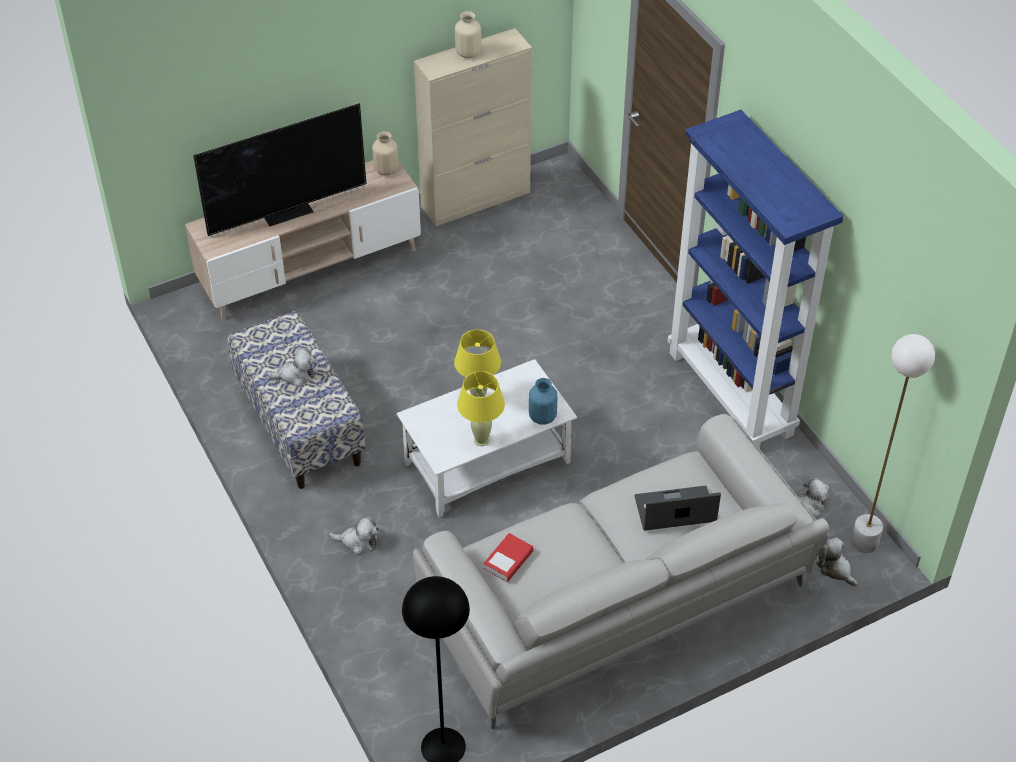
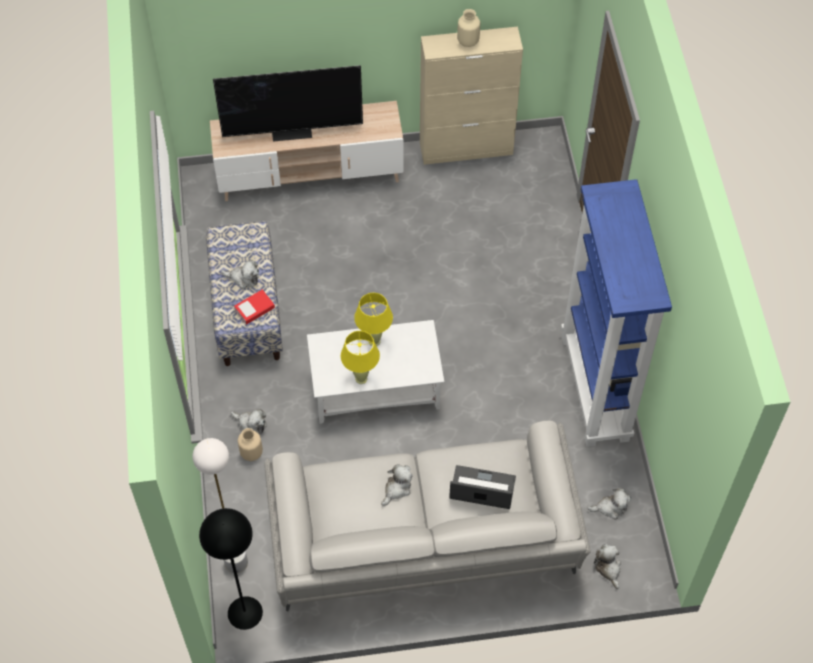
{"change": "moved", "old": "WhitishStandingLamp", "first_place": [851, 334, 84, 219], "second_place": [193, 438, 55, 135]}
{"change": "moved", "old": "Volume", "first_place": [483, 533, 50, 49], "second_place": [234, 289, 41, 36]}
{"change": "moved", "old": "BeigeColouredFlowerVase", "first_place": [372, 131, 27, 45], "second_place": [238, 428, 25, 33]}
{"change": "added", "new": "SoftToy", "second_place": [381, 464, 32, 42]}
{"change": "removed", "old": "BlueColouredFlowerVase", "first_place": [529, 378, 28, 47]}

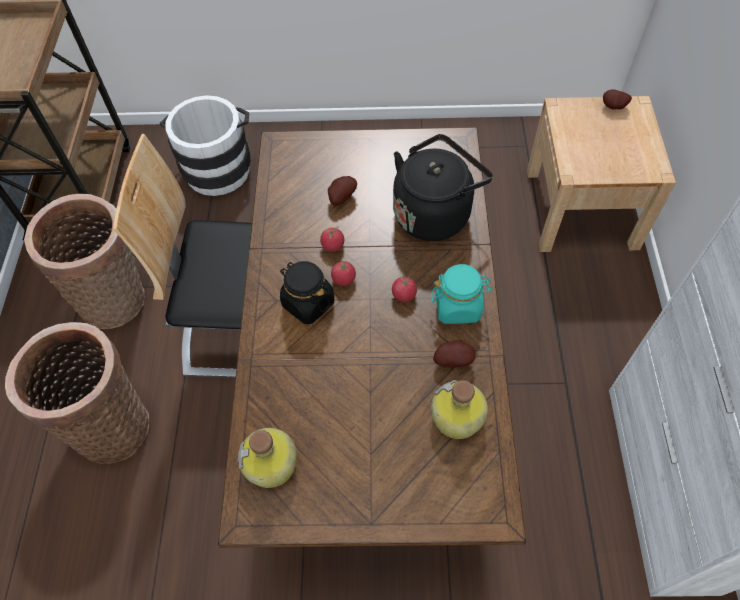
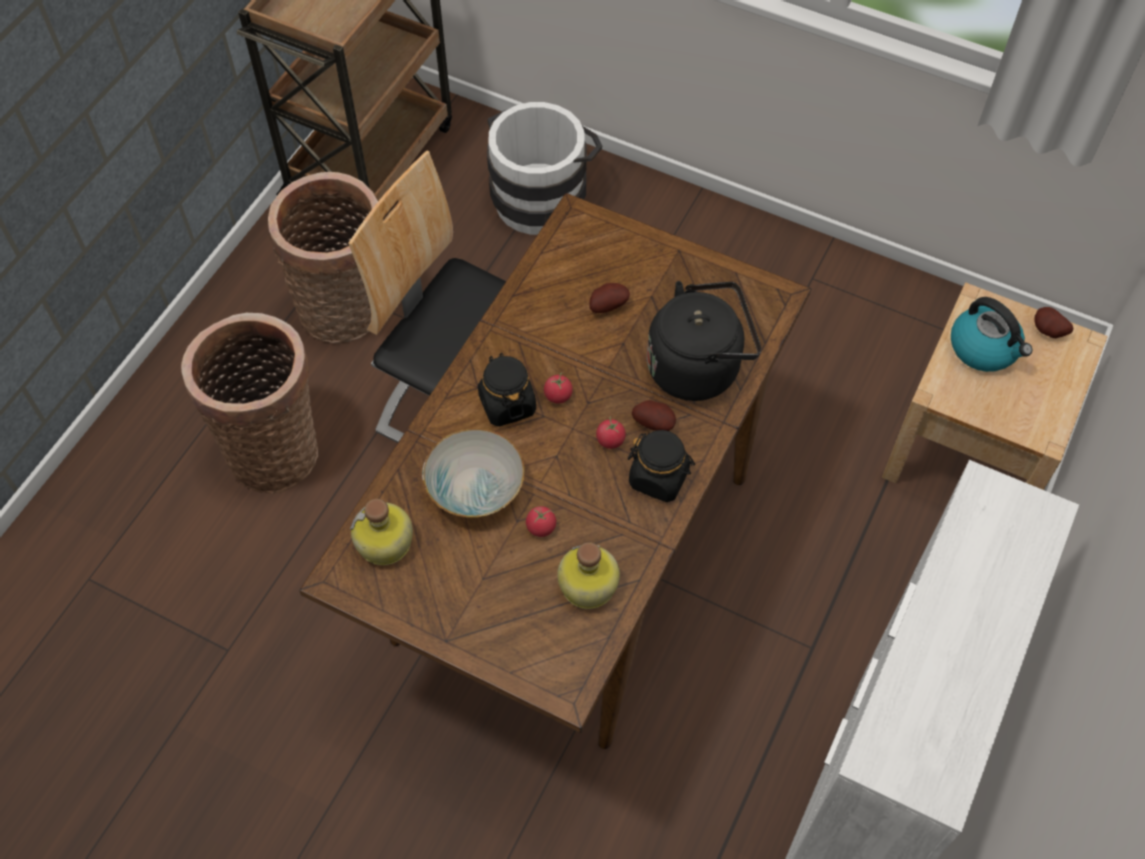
{"change": "added", "new": "DeepDish", "second_place": [422, 428, 103, 90]}
{"change": "moved", "old": "Tomato", "first_place": [320, 226, 24, 26], "second_place": [526, 506, 30, 31]}
{"change": "recoloured", "old": "TurquoiseColouredJar", "new": "BlackJar", "first_place": [431, 264, 61, 60], "second_place": [628, 430, 67, 72]}
{"change": "moved", "old": "WholePotato", "first_place": [433, 340, 43, 27], "second_place": [632, 400, 44, 31]}
{"change": "added", "new": "WaterKettle", "second_place": [951, 297, 81, 75]}

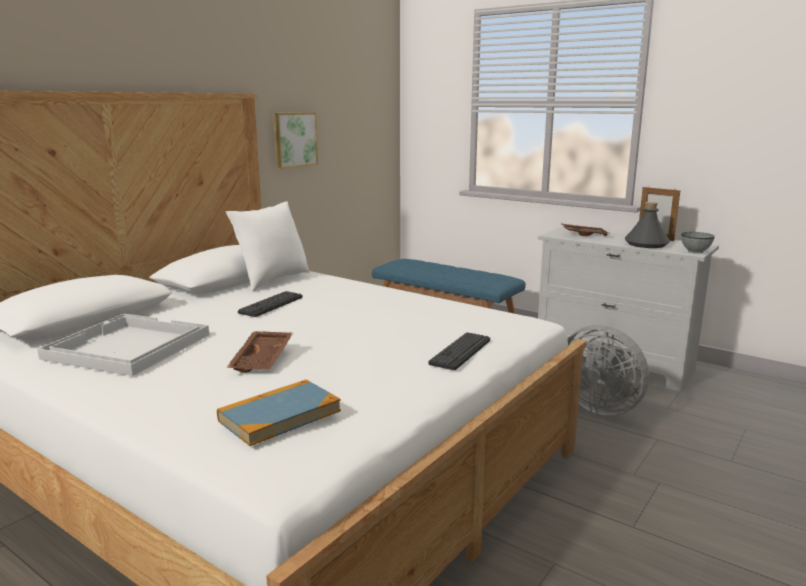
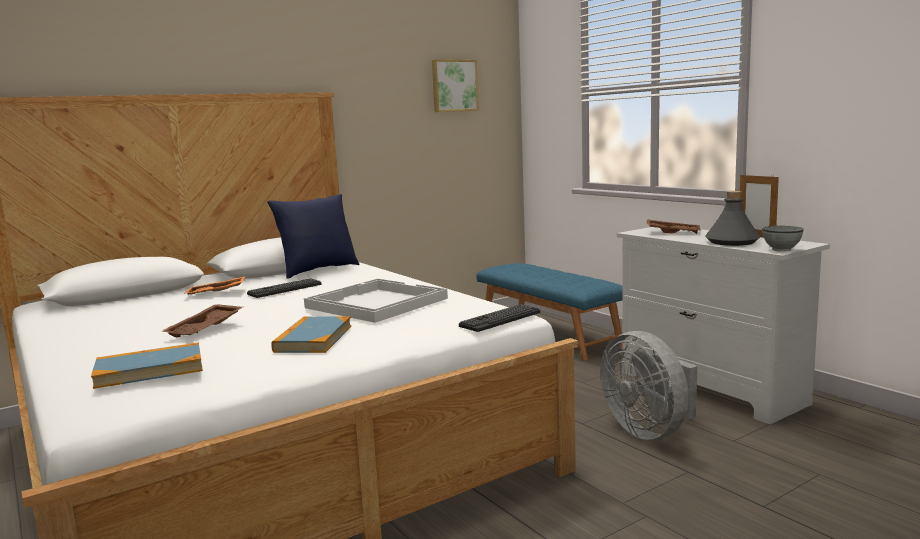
{"change": "added", "new": "OrangeServingTray", "second_place": [184, 276, 62, 19]}
{"change": "recoloured", "old": "WhitishThrowPillow", "new": "BlueColouredThrowPillow", "first_place": [226, 201, 84, 91], "second_place": [267, 194, 92, 85]}
{"change": "added", "new": "Volume", "second_place": [271, 316, 80, 37]}
{"change": "moved", "old": "WhitishServingTray", "first_place": [37, 314, 172, 62], "second_place": [304, 278, 144, 45]}
{"change": "moved", "old": "WallPicture", "first_place": [273, 112, 45, 57], "second_place": [432, 59, 47, 53]}
{"change": "moved", "old": "PcKeyboard", "first_place": [428, 332, 62, 38], "second_place": [459, 304, 81, 28]}

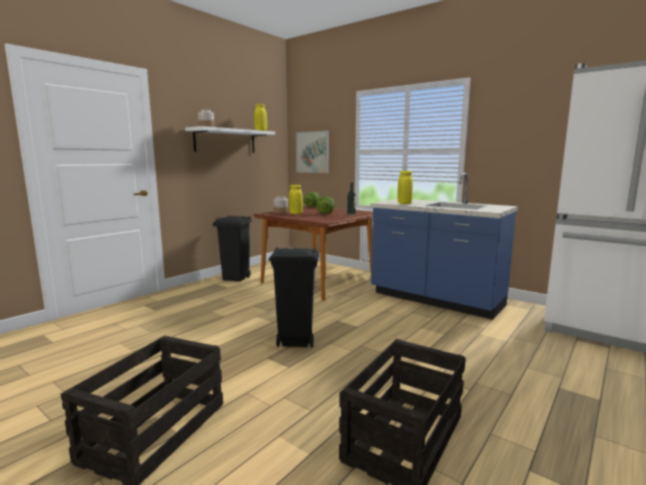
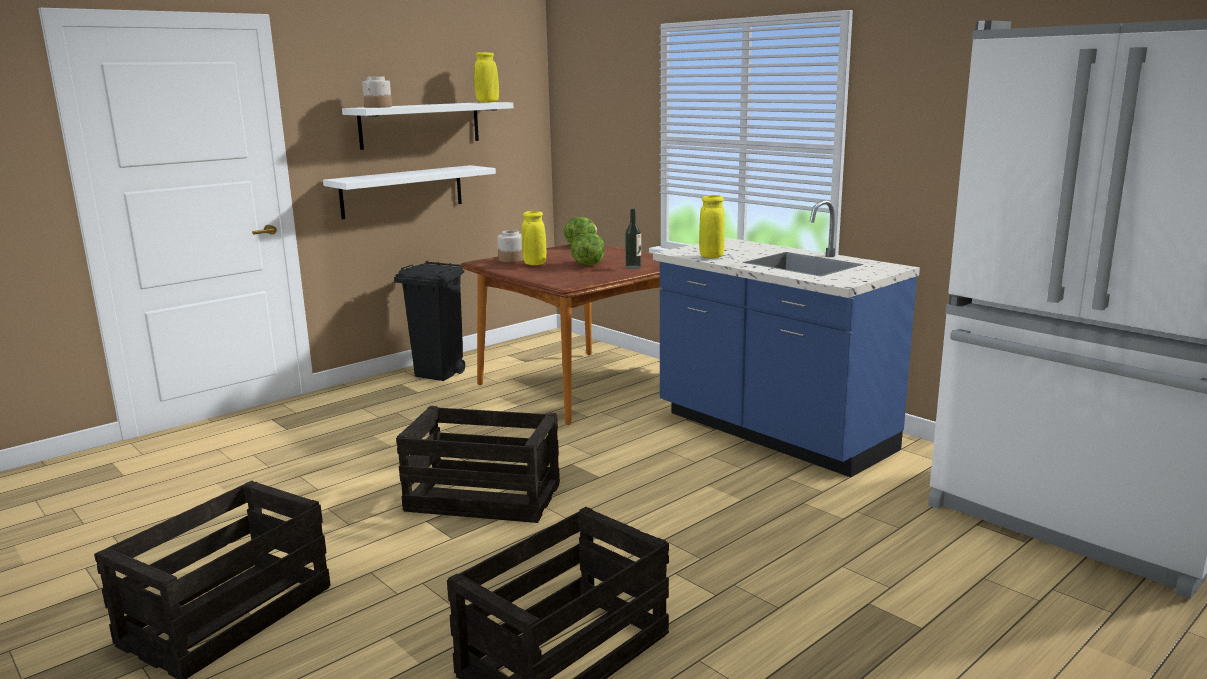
{"change": "added", "new": "WhitishWallShelf", "second_place": [323, 165, 173, 54]}
{"change": "replaced", "old": "BlackTrashCan", "new": "Crate", "first_place": [269, 247, 50, 101], "second_place": [396, 406, 164, 117]}
{"change": "removed", "old": "WallPicture", "first_place": [296, 131, 33, 42]}

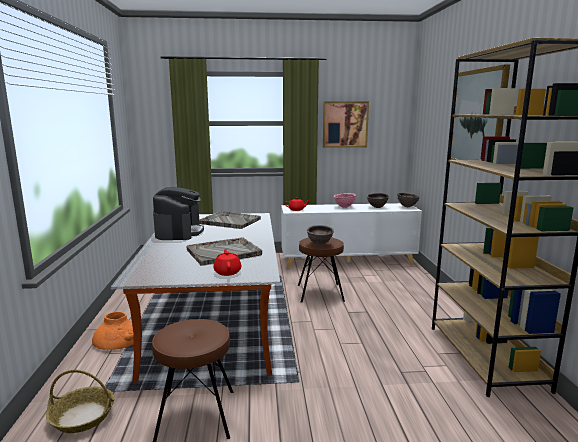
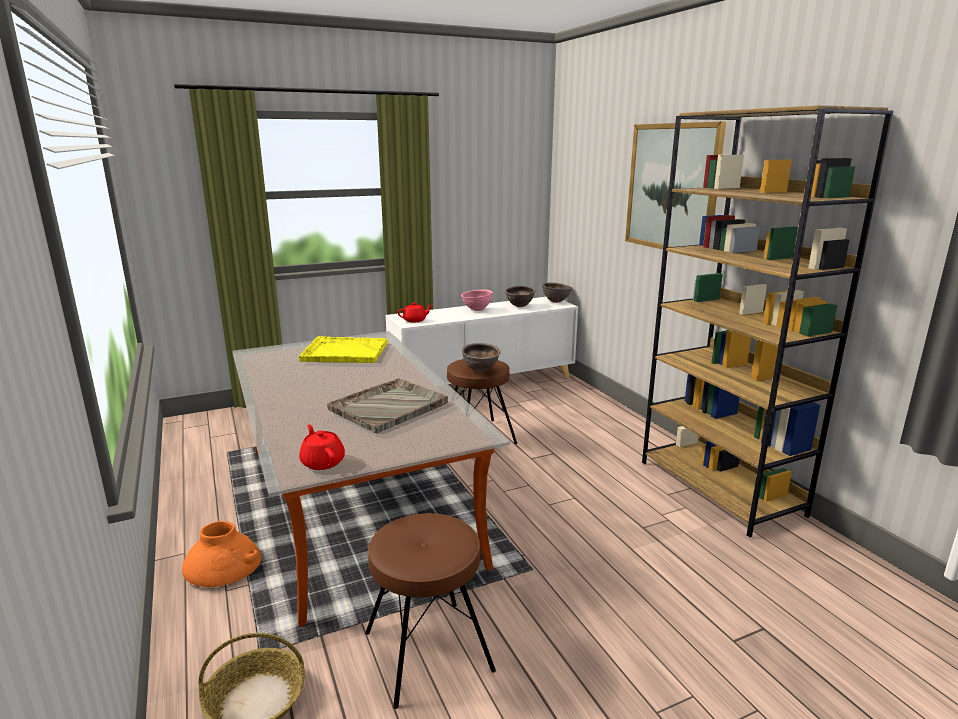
{"change": "recoloured", "old": "GreyishServingTray", "new": "YellowServingTray", "first_place": [199, 211, 62, 18], "second_place": [299, 336, 88, 27]}
{"change": "moved", "old": "RedColouredTeaPot", "first_place": [213, 249, 28, 27], "second_place": [299, 424, 46, 46]}
{"change": "removed", "old": "CoffeeMachine", "first_place": [153, 187, 51, 53]}
{"change": "removed", "old": "WallPicture", "first_place": [323, 101, 46, 47]}

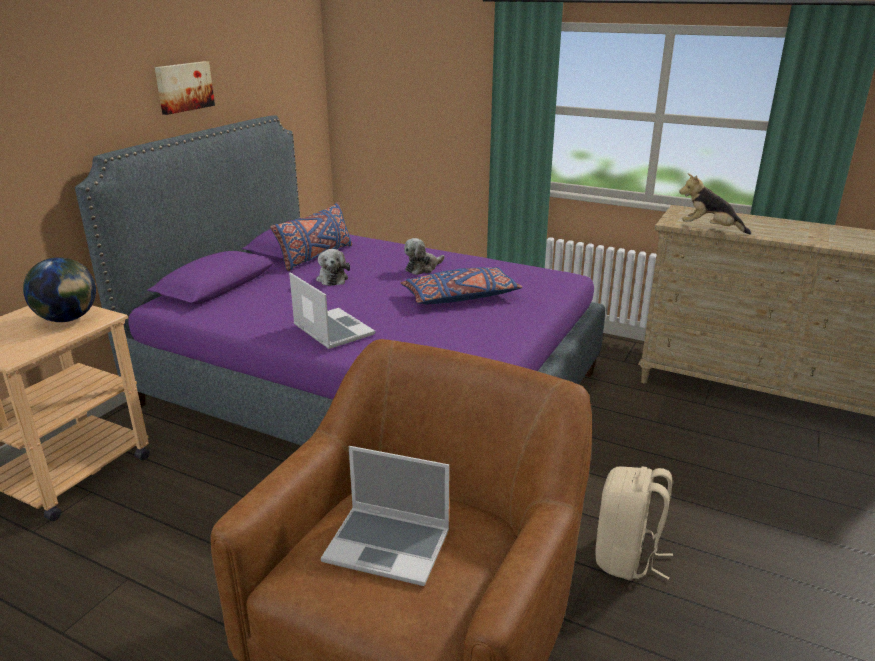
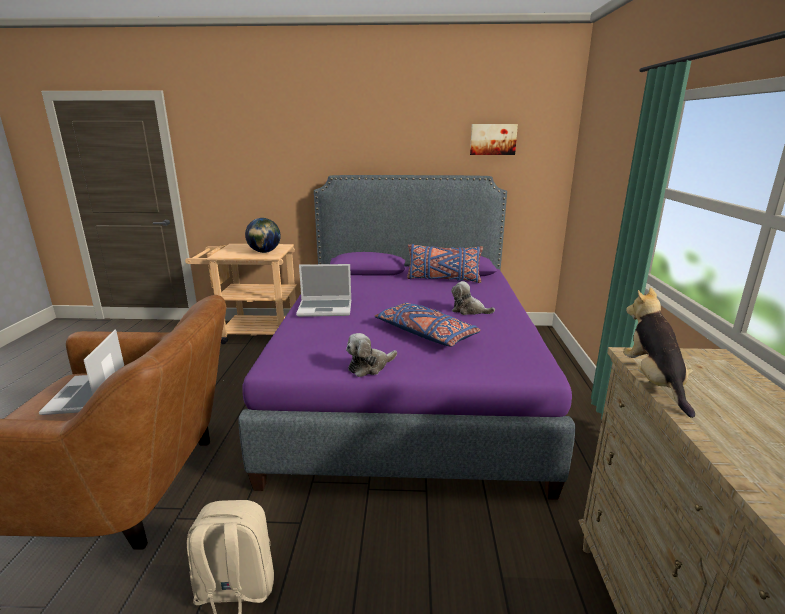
{"change": "turned", "old": "PortableComputer", "first_place": [289, 272, 86, 77], "second_place": [296, 264, 55, 53], "degrees": 60}
{"change": "moved", "old": "SoftToy", "first_place": [316, 249, 34, 37], "second_place": [346, 333, 51, 44]}
{"change": "moved", "old": "WallPicture", "first_place": [155, 61, 60, 54], "second_place": [470, 124, 48, 31]}

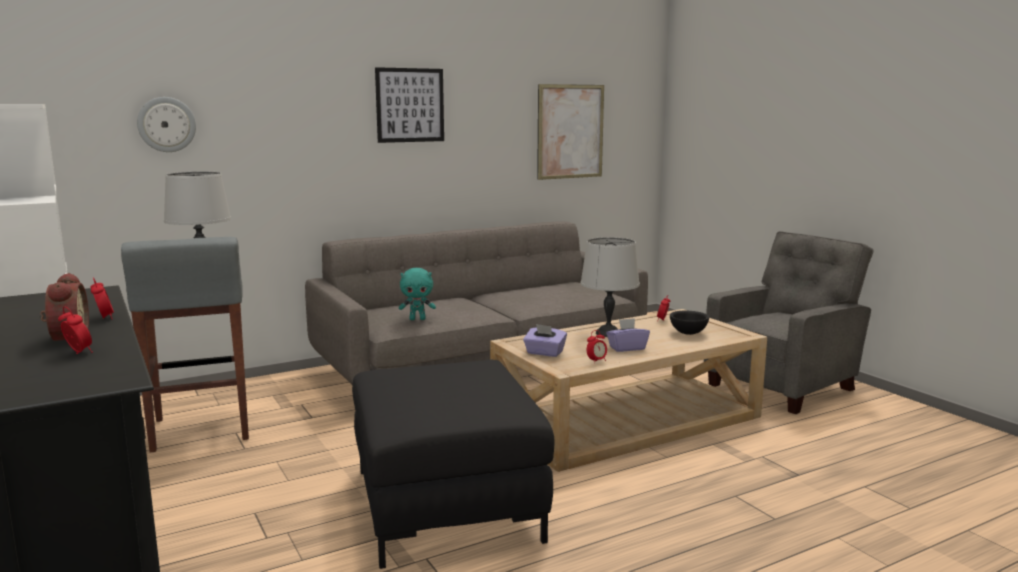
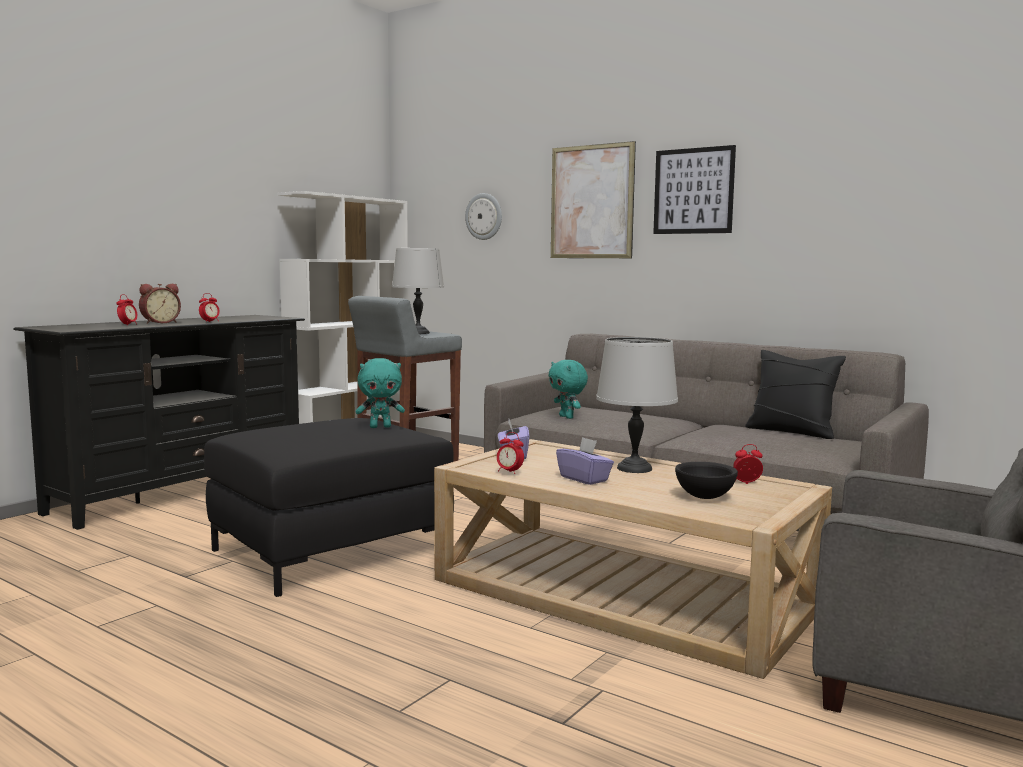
{"change": "added", "new": "TurquoiseColouredSoftToy", "second_place": [355, 358, 50, 70]}
{"change": "moved", "old": "WallPicture", "first_place": [537, 84, 67, 96], "second_place": [551, 141, 85, 117]}
{"change": "added", "new": "BlackThrowPillow", "second_place": [745, 350, 101, 89]}

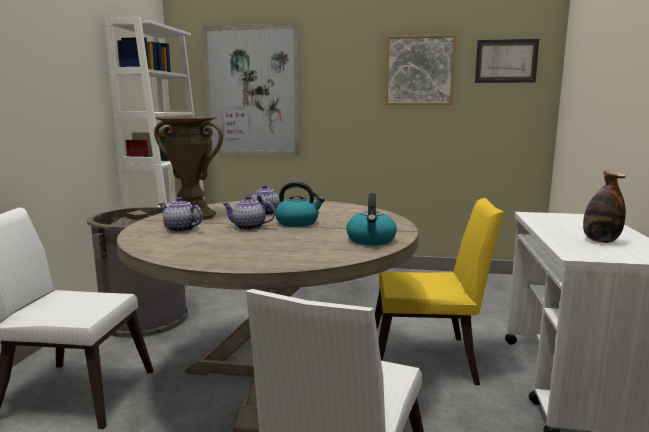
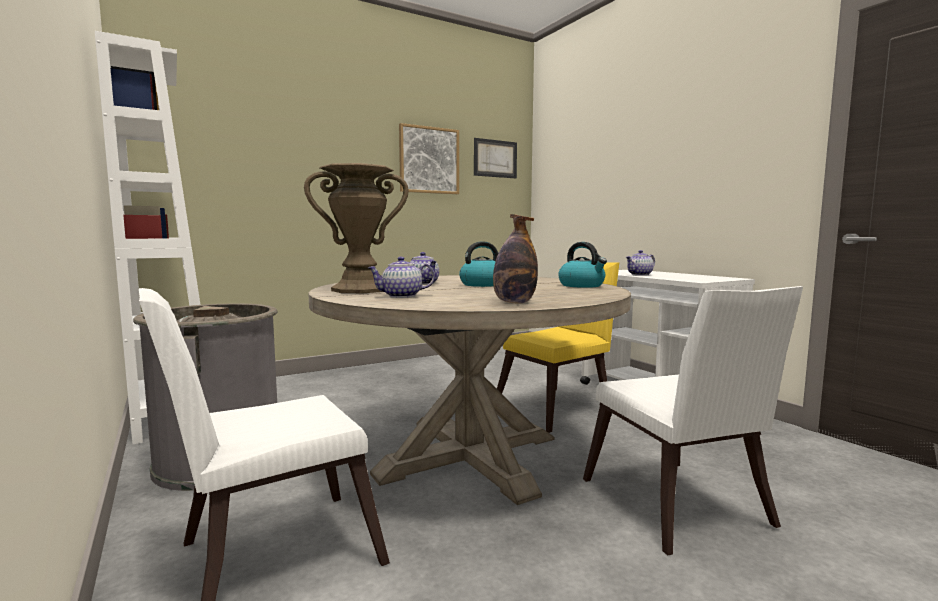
{"change": "moved", "old": "BeverageBottle", "first_place": [583, 171, 43, 72], "second_place": [493, 214, 45, 90]}
{"change": "moved", "old": "TeaPot", "first_place": [222, 196, 53, 34], "second_place": [626, 250, 29, 26]}
{"change": "removed", "old": "WallPicture", "first_place": [203, 23, 97, 132]}

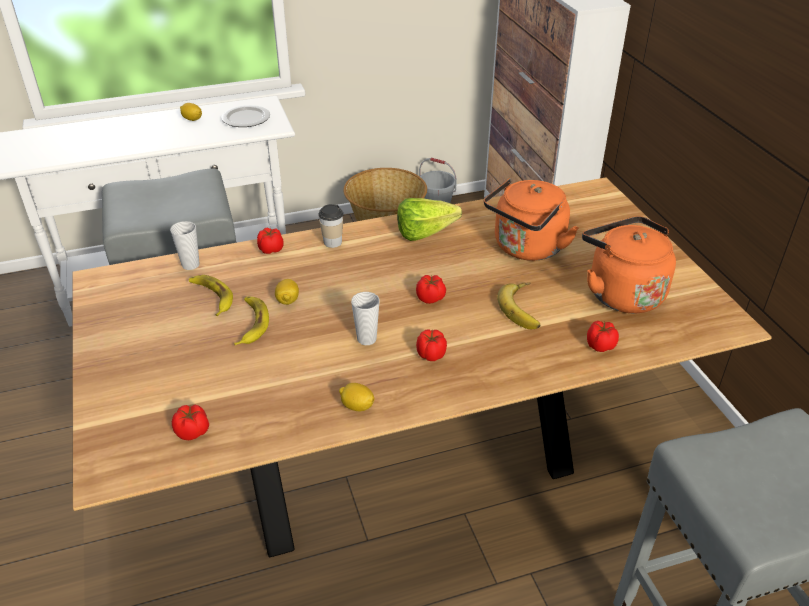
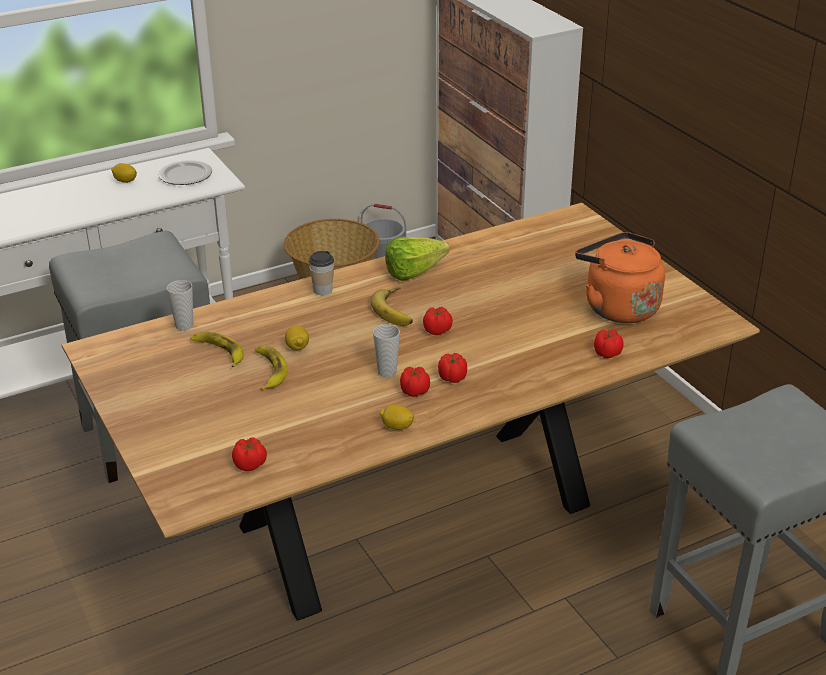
{"change": "moved", "old": "Banana", "first_place": [497, 283, 43, 46], "second_place": [370, 287, 43, 39]}
{"change": "moved", "old": "Tomato", "first_place": [257, 228, 26, 26], "second_place": [400, 367, 30, 30]}
{"change": "removed", "old": "OrangeWaterKettle", "first_place": [484, 178, 95, 83]}

